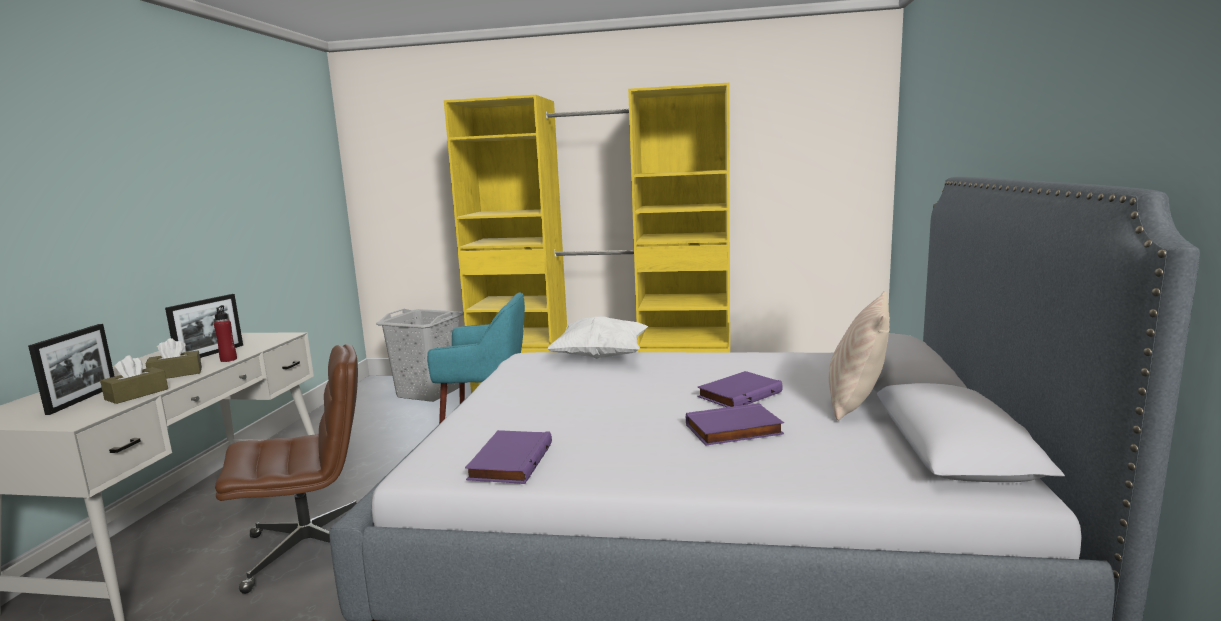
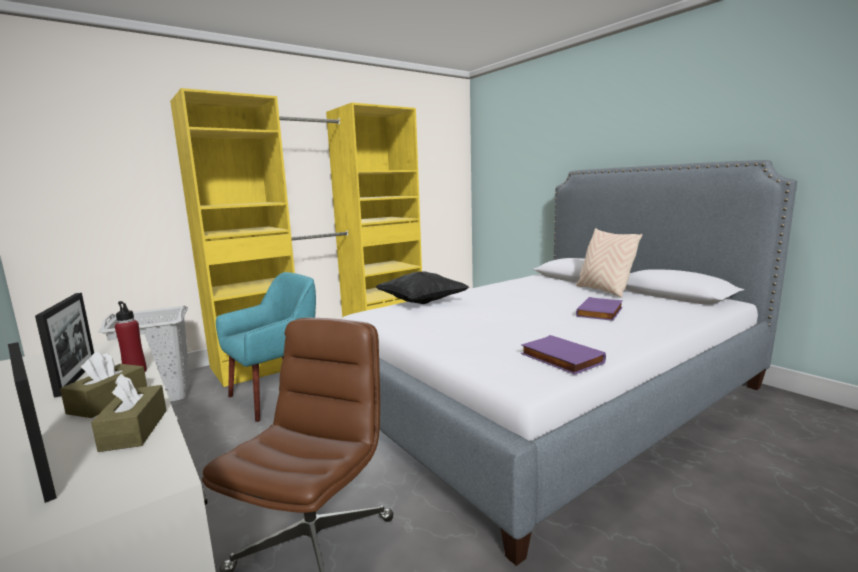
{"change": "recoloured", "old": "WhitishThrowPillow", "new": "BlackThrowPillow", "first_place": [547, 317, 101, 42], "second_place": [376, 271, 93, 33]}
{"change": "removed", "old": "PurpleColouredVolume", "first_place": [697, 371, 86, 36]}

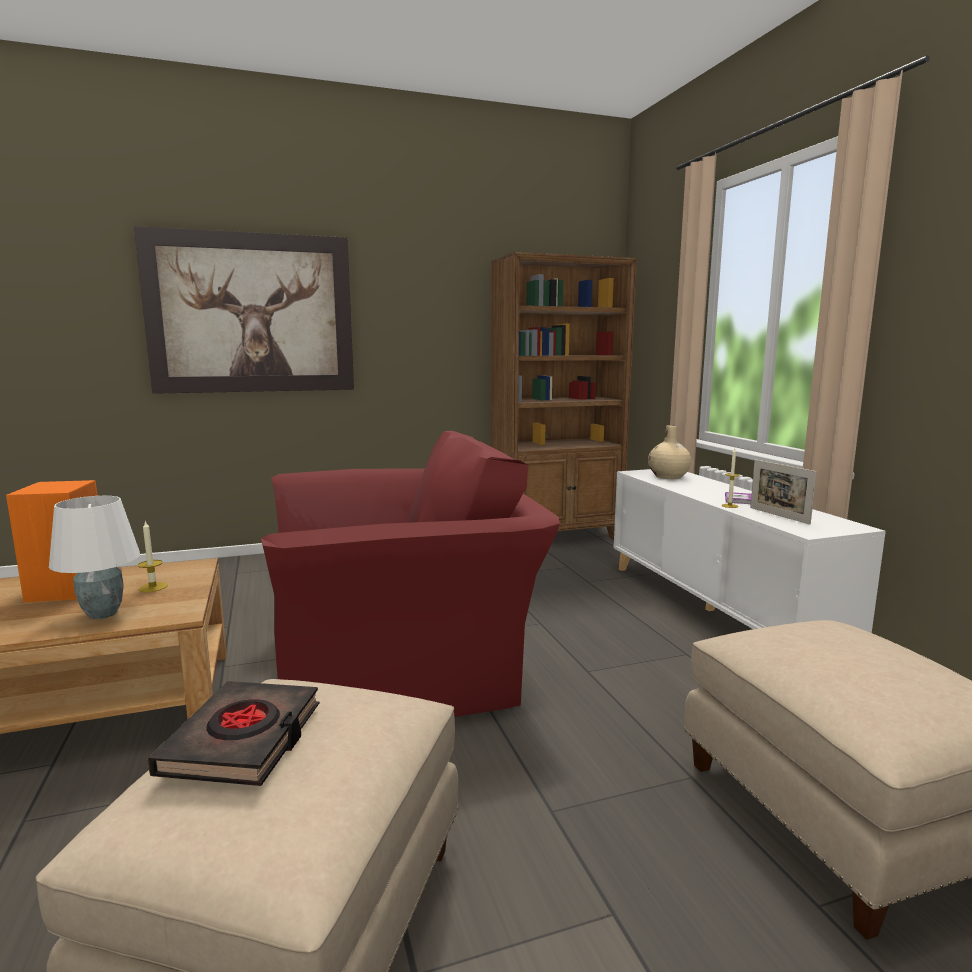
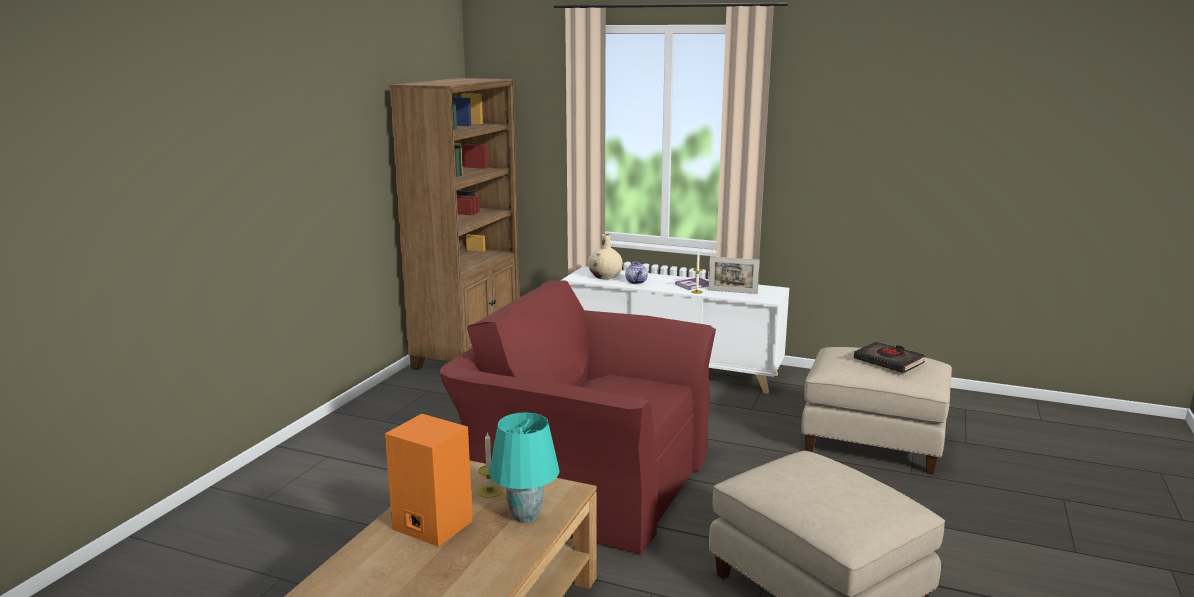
{"change": "turned", "old": "RedColouredEasyChair", "first_place": [261, 431, 299, 286], "second_place": [439, 280, 277, 275], "degrees": -90}
{"change": "recoloured", "old": "WhitishTabletopLamp", "new": "TurquoiseColouredTabletopLamp", "first_place": [49, 496, 91, 123], "second_place": [489, 412, 71, 111]}
{"change": "added", "new": "TeaPot", "second_place": [625, 261, 23, 23]}
{"change": "moved", "old": "BlackVolume", "first_place": [148, 681, 172, 105], "second_place": [854, 342, 72, 31]}
{"change": "removed", "old": "WallPicture", "first_place": [134, 226, 220, 168]}

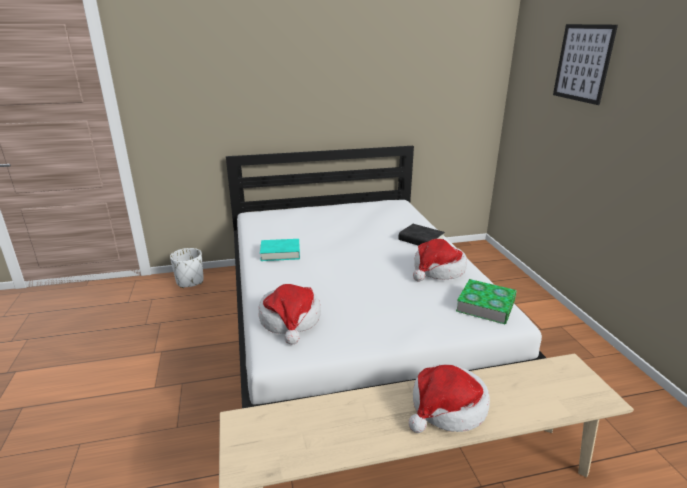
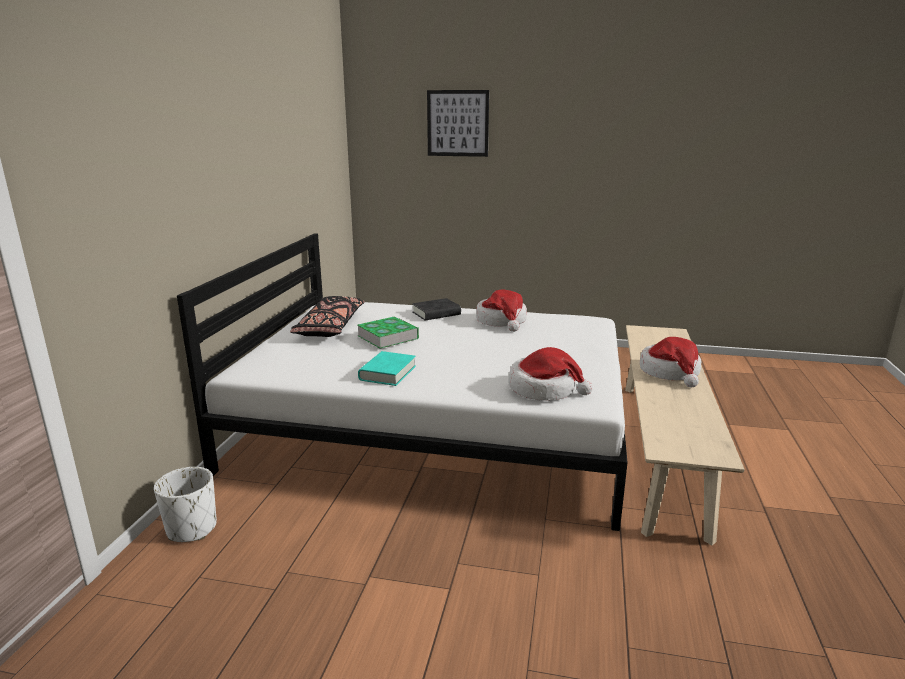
{"change": "added", "new": "BlackThrowPillow", "second_place": [290, 296, 75, 41]}
{"change": "moved", "old": "Volume", "first_place": [456, 279, 61, 45], "second_place": [357, 316, 62, 33]}

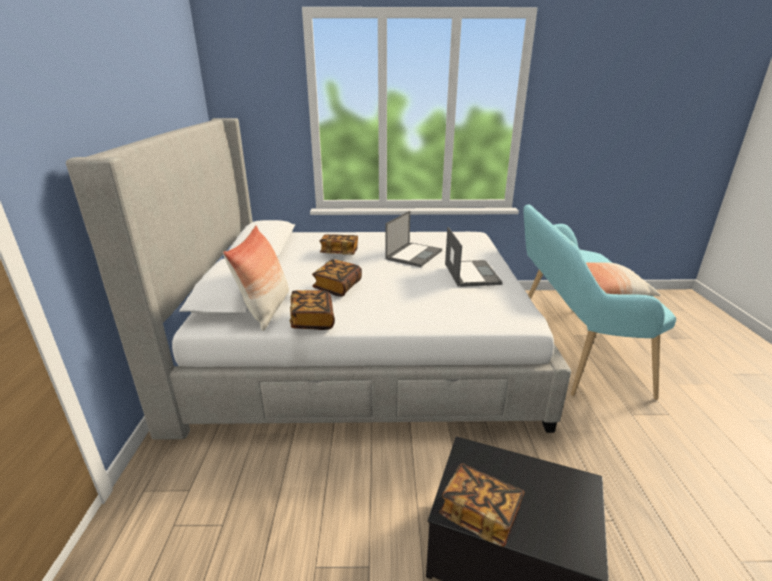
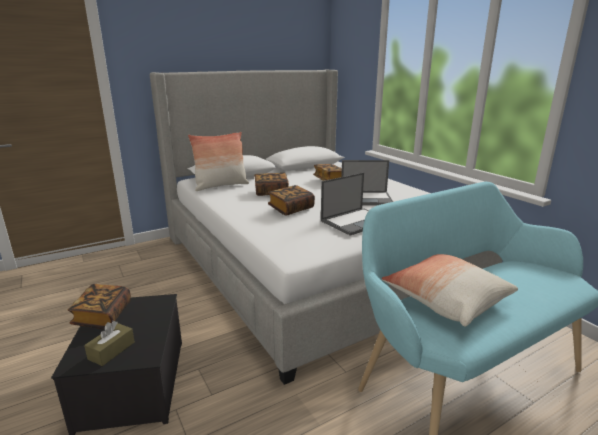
{"change": "added", "new": "BrownishBoxOfTissues", "second_place": [84, 321, 51, 45]}
{"change": "moved", "old": "Volume", "first_place": [290, 290, 45, 40], "second_place": [268, 185, 47, 31]}

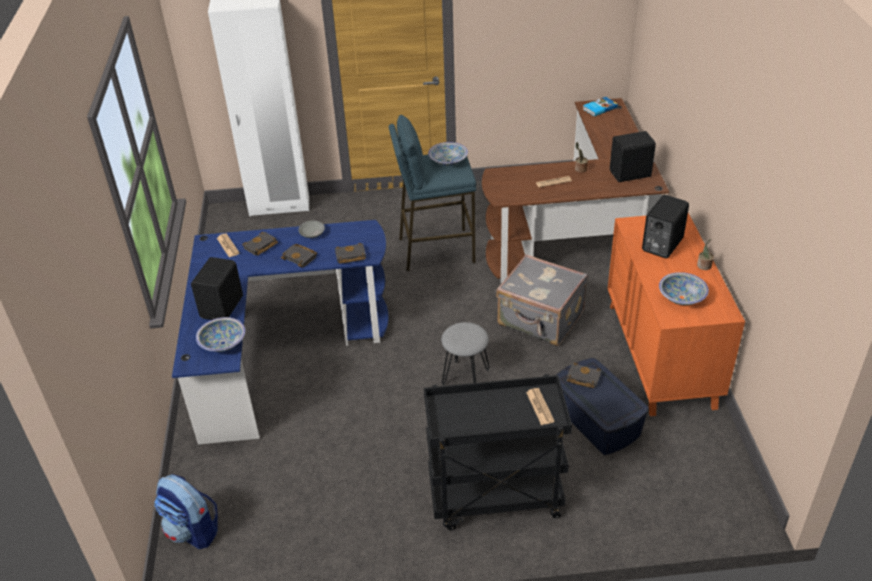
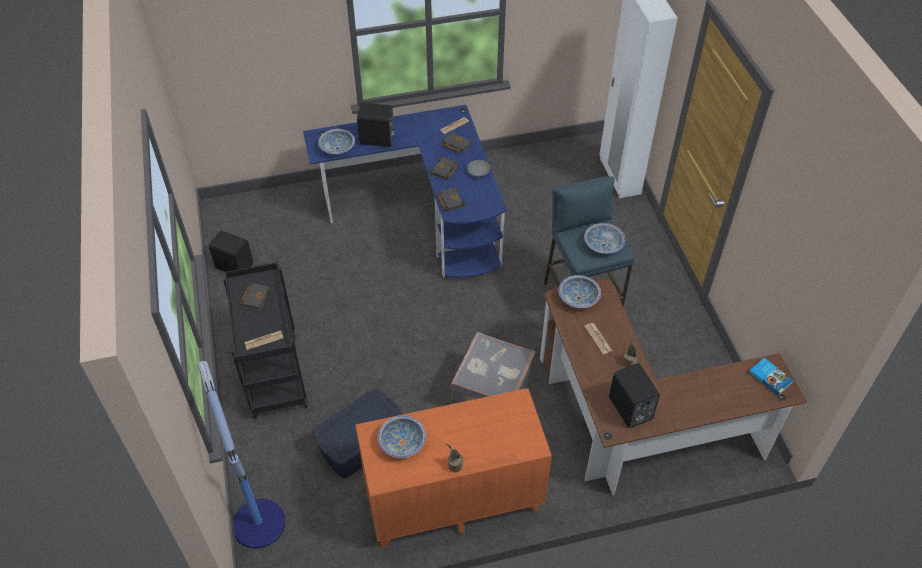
{"change": "added", "new": "StandingLamp", "second_place": [198, 361, 87, 188]}
{"change": "moved", "old": "BlackLoudspeaker", "first_place": [642, 195, 47, 63], "second_place": [209, 231, 44, 41]}
{"change": "moved", "old": "BlackVolume", "first_place": [567, 363, 34, 25], "second_place": [240, 283, 32, 27]}
{"change": "added", "new": "DeepDish", "second_place": [558, 275, 43, 33]}
{"change": "removed", "old": "Rucksack", "first_place": [154, 474, 64, 75]}
{"change": "removed", "old": "GreyishStoolSeat", "first_place": [441, 322, 48, 64]}

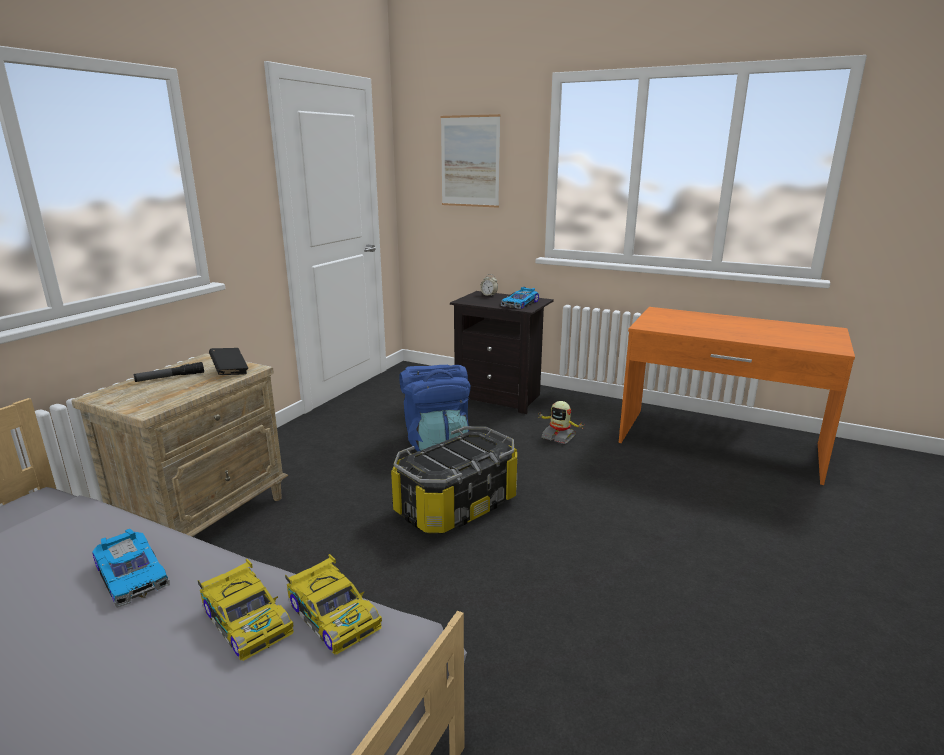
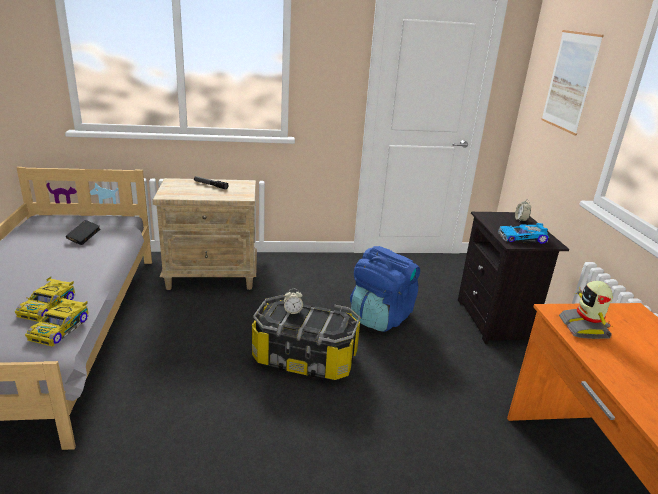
{"change": "moved", "old": "BlackVolume", "first_place": [209, 348, 39, 27], "second_place": [66, 220, 34, 25]}
{"change": "added", "new": "AlarmClock", "second_place": [284, 289, 19, 25]}
{"change": "moved", "old": "ToyRobot", "first_place": [539, 401, 44, 43], "second_place": [559, 281, 54, 58]}
{"change": "removed", "old": "ModelCar", "first_place": [92, 529, 78, 79]}

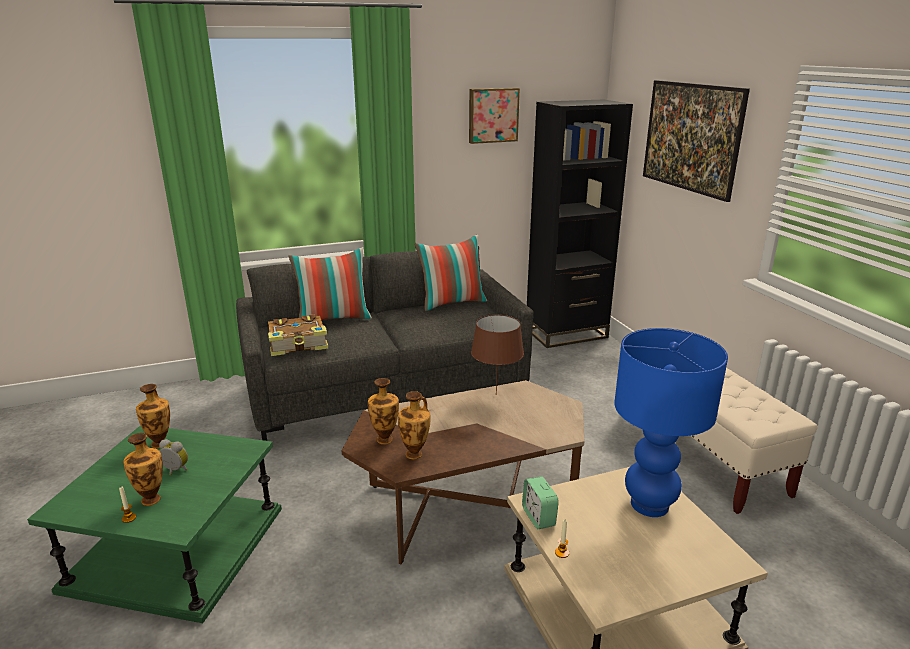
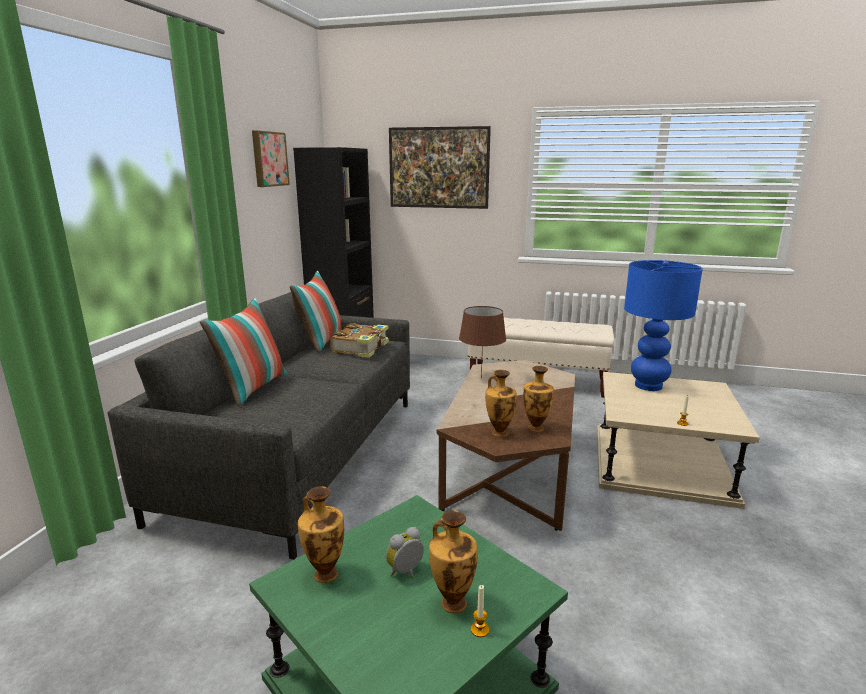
{"change": "moved", "old": "Volume", "first_place": [268, 315, 60, 41], "second_place": [330, 323, 59, 35]}
{"change": "removed", "old": "AlarmClock", "first_place": [522, 476, 37, 53]}

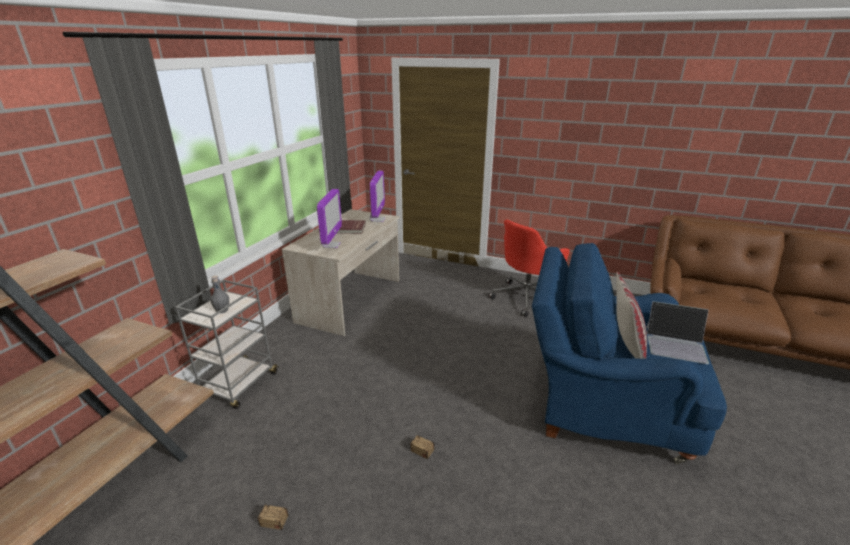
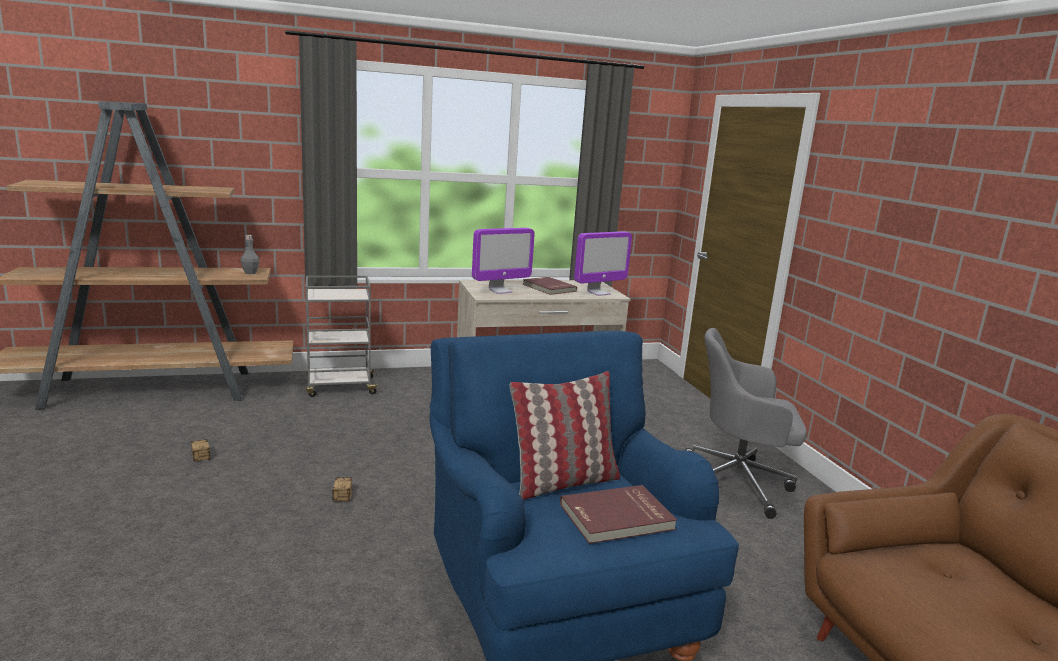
{"change": "moved", "old": "GreyishBeverageBottle", "first_place": [211, 276, 18, 37], "second_place": [241, 235, 18, 39]}
{"change": "replaced", "old": "PortableComputer", "new": "RedColouredVolume", "first_place": [646, 301, 63, 63], "second_place": [560, 485, 117, 59]}
{"change": "recoloured", "old": "RedColouredDeskChair", "new": "GreyishDeskChair", "first_place": [488, 220, 82, 97], "second_place": [684, 328, 123, 191]}

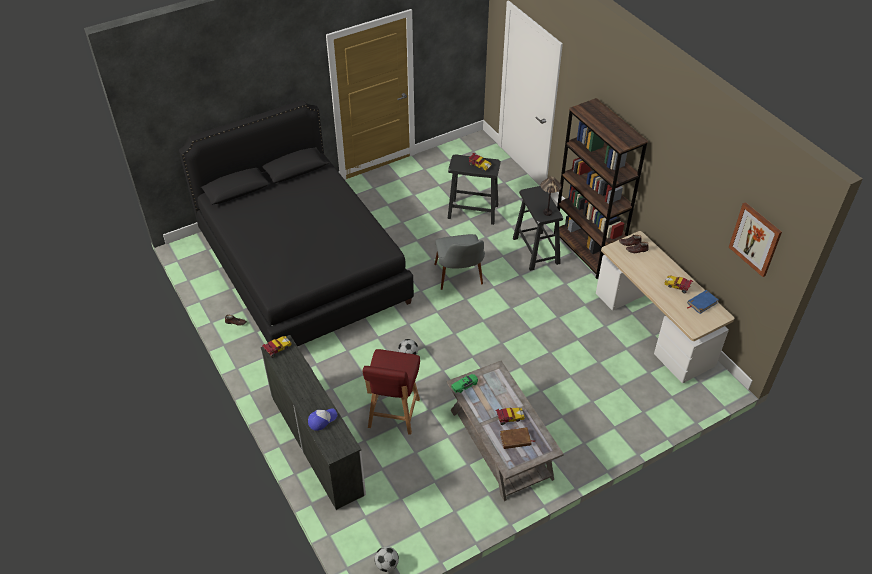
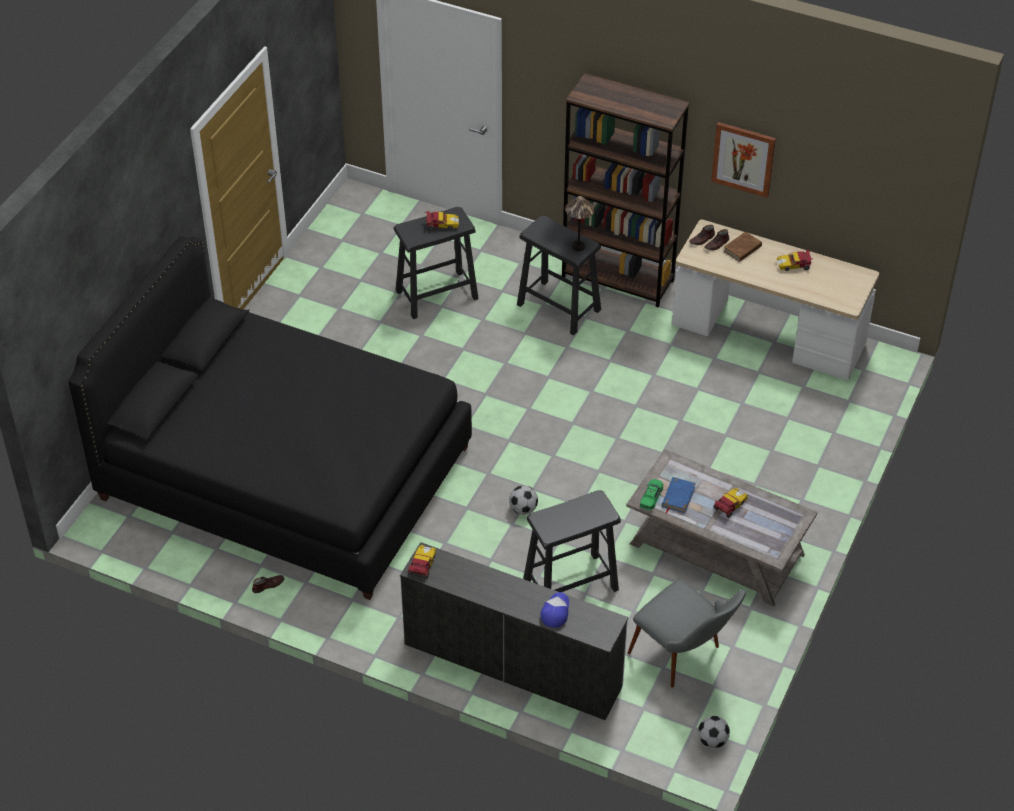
{"change": "replaced", "old": "RedColouredPlainChair", "new": "BlackStoolSeat", "first_place": [363, 349, 57, 86], "second_place": [523, 490, 98, 102]}
{"change": "moved", "old": "GreyishPlainChair", "first_place": [434, 234, 51, 56], "second_place": [628, 580, 118, 108]}
{"change": "moved", "old": "BlueColouredVolume", "first_place": [687, 290, 31, 24], "second_place": [662, 477, 34, 37]}
{"change": "moved", "old": "WallPicture", "first_place": [729, 202, 53, 75], "second_place": [711, 122, 65, 76]}
{"change": "moved", "old": "BrownishVolume", "first_place": [500, 427, 35, 22], "second_place": [723, 232, 39, 30]}

